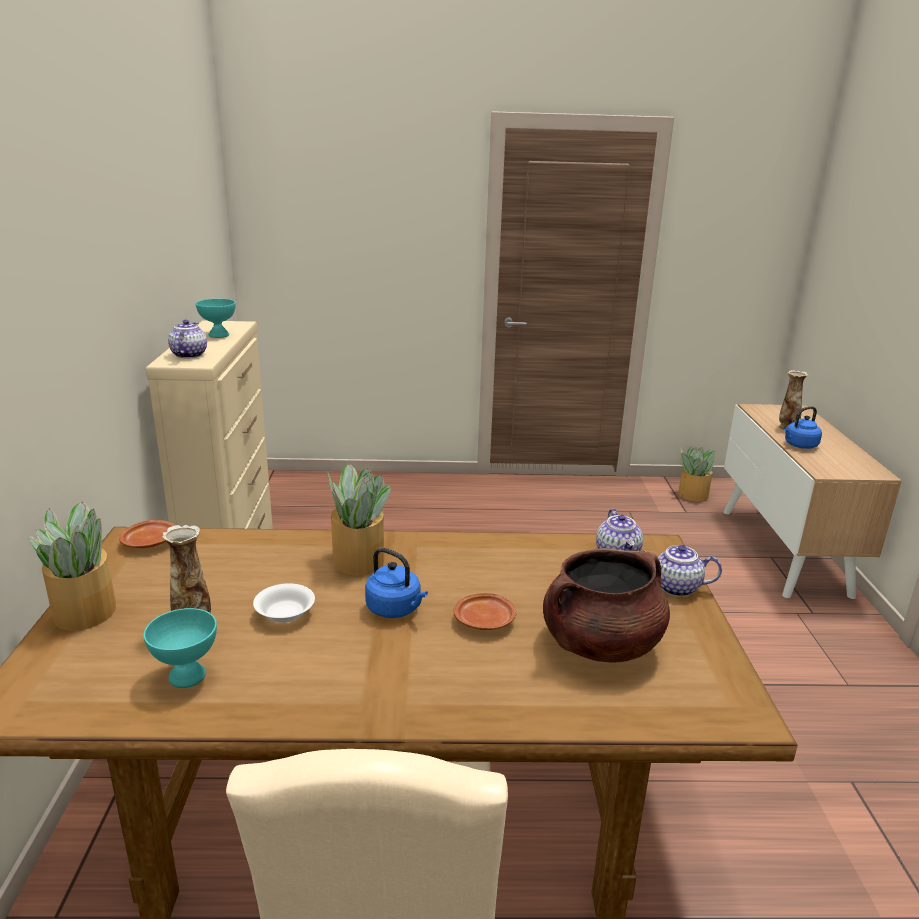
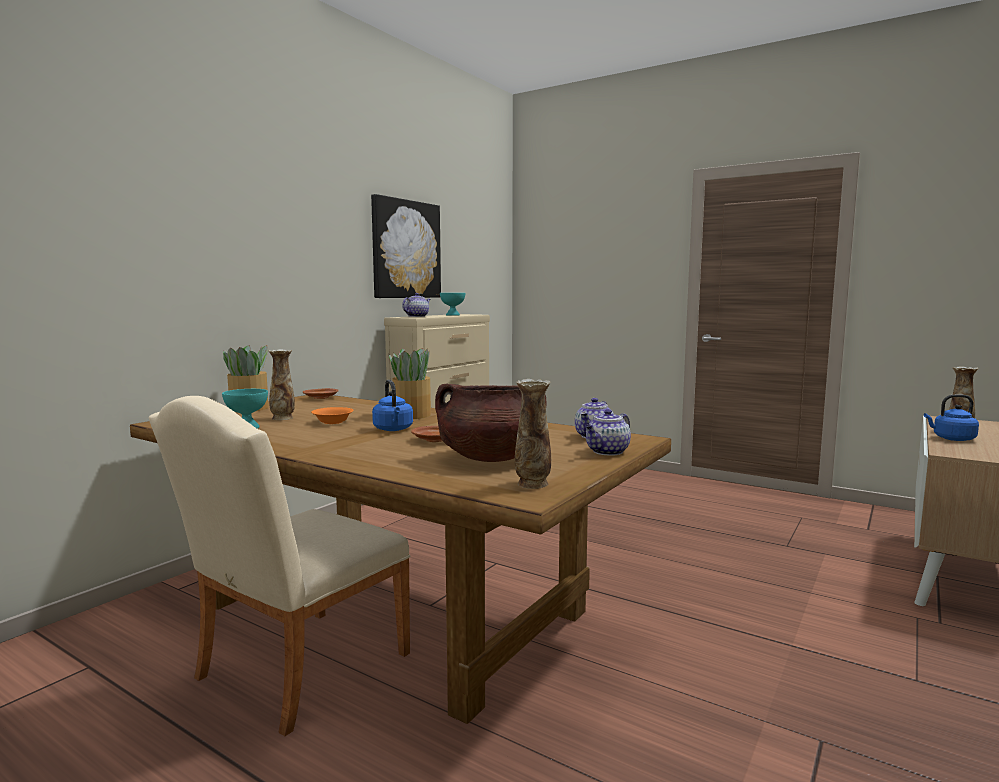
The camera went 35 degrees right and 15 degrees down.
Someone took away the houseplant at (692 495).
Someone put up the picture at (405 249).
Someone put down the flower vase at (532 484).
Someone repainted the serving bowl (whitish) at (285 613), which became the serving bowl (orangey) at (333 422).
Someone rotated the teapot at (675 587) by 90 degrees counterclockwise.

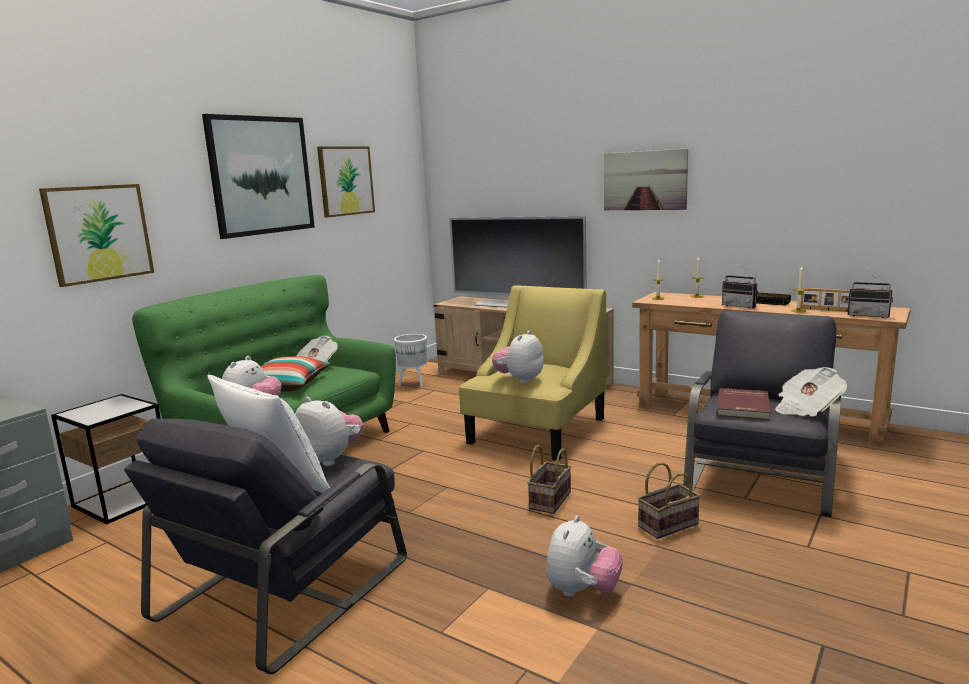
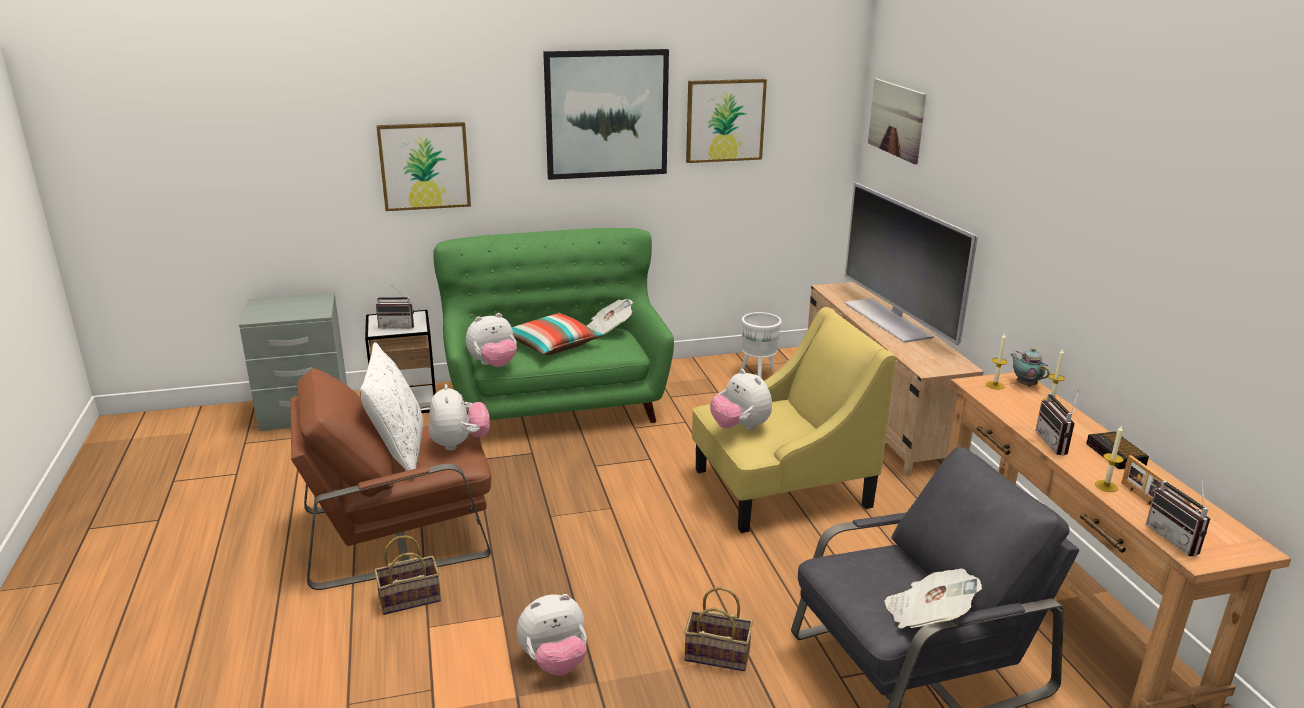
The camera went 40 degrees right and 10 degrees up.
Someone took away the volume (reddish) at (744 406).
Someone put down the radio at (397 326).
Someone put down the teapot at (1025 384).
Someone carried the household basket from (549 499) to (411 598).
Someone carried the picture from (644 180) to (896 119).
Someone repainted the lounge chair (greyish) at (286 586), which became the lounge chair (brown) at (398 532).
Someone rotated the soft toy at (519 380) by 105 degrees counterclockwise.

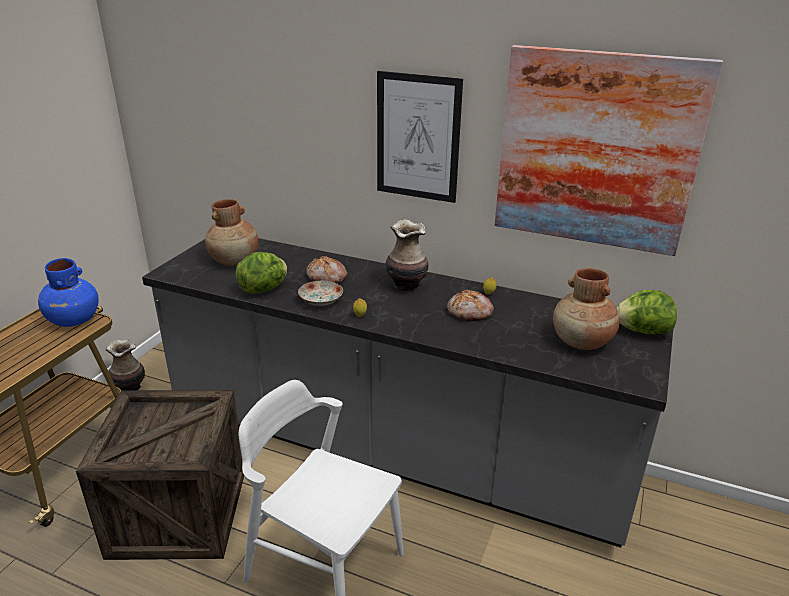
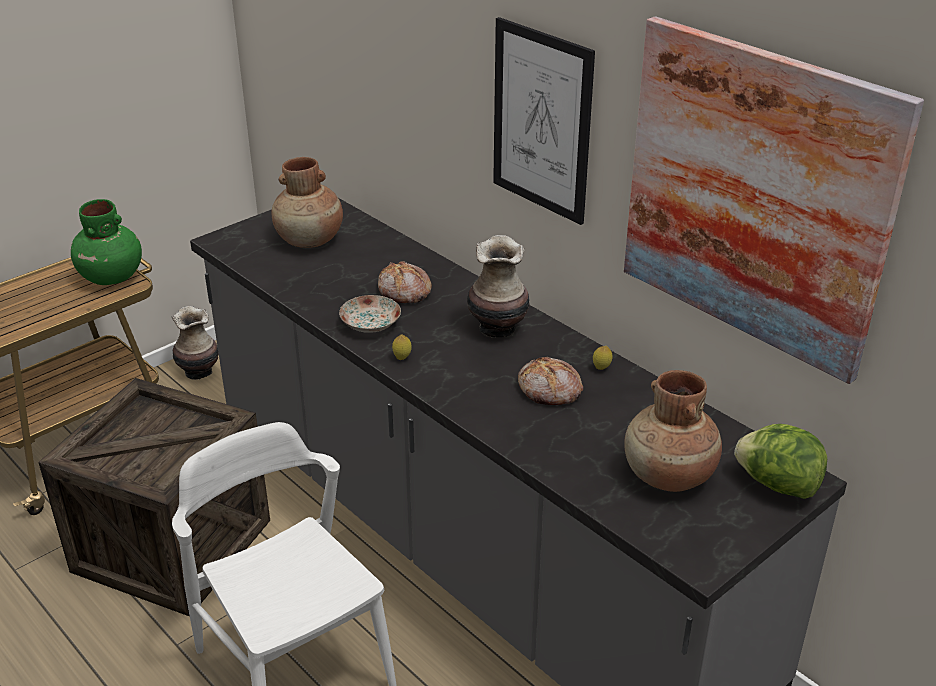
The camera went 25 degrees right and 5 degrees up.
Someone took away the head of lettuce at (264 289).
Someone repainted the flower vase (blue-coloured) at (73 320), which became the flower vase (green) at (111 276).

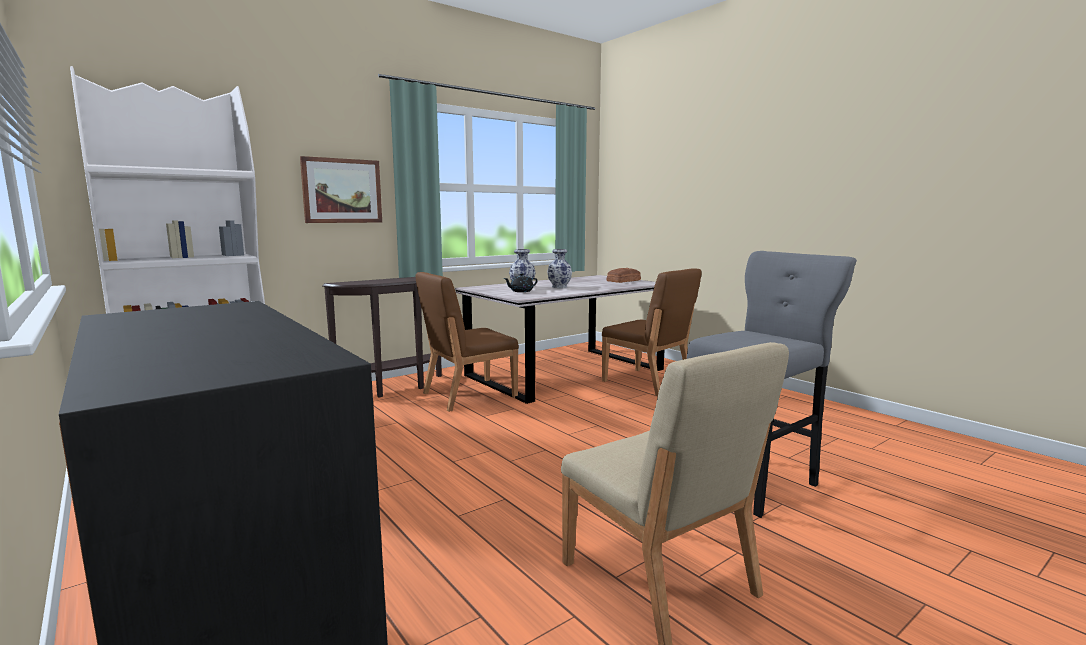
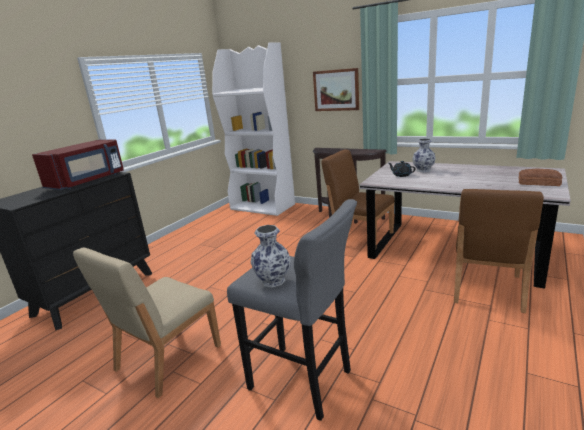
The camera went 70 degrees right and 10 degrees up.
Someone put down the microwave (reddish) at (88 181).
Someone carried the flower vase from (559 287) to (272 280).

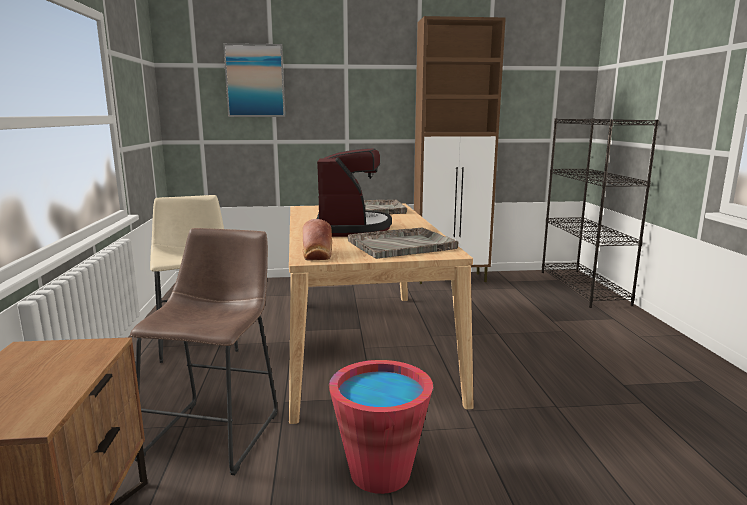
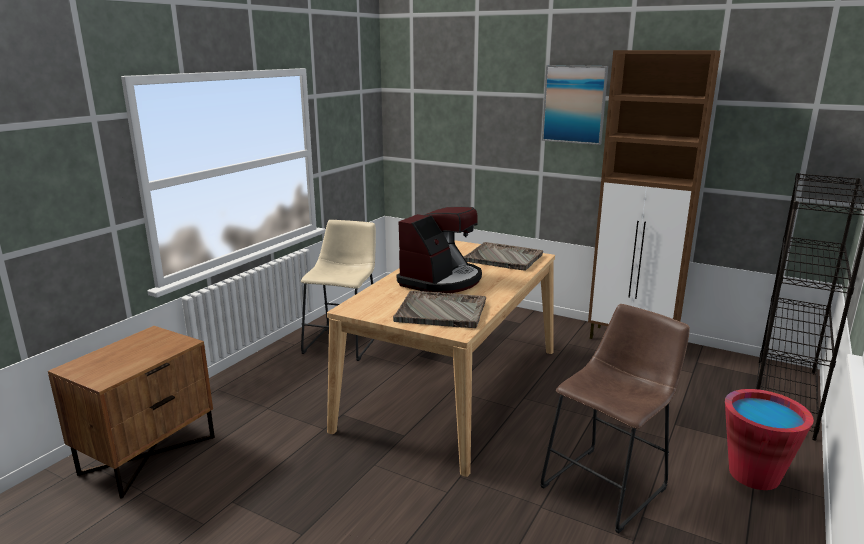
The camera went 35 degrees right and 5 degrees up.
Someone took away the bread at (317 254).
Someone carried the sitting stool (brown) from (216 431) to (608 484).
Someone carried the picture from (255 81) to (574 104).
Someone carried the water bucket (reddish) from (380 472) to (754 475).

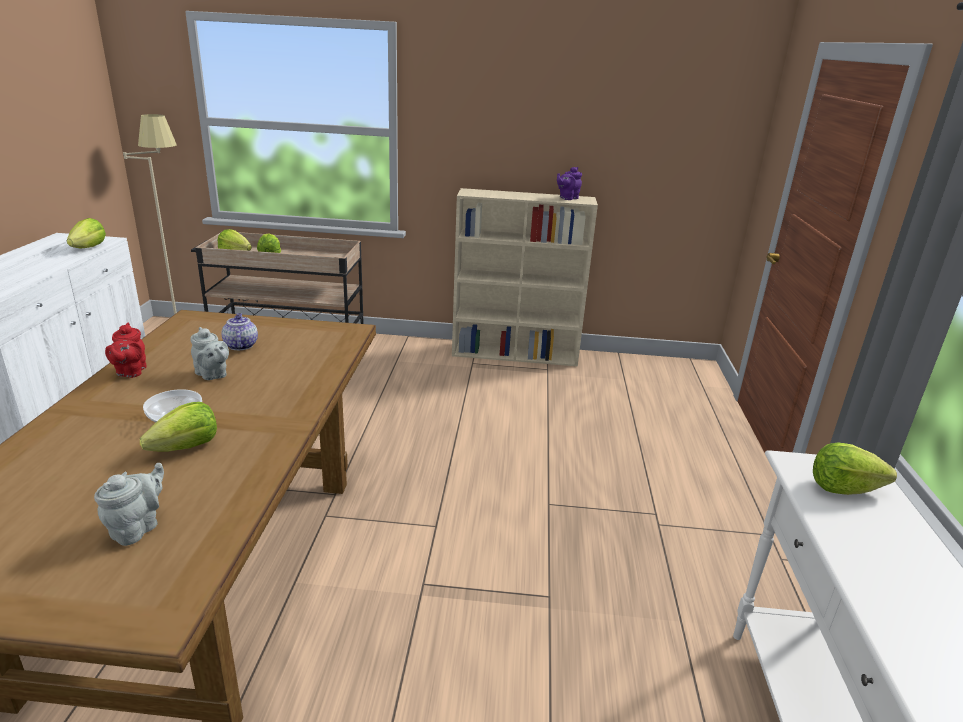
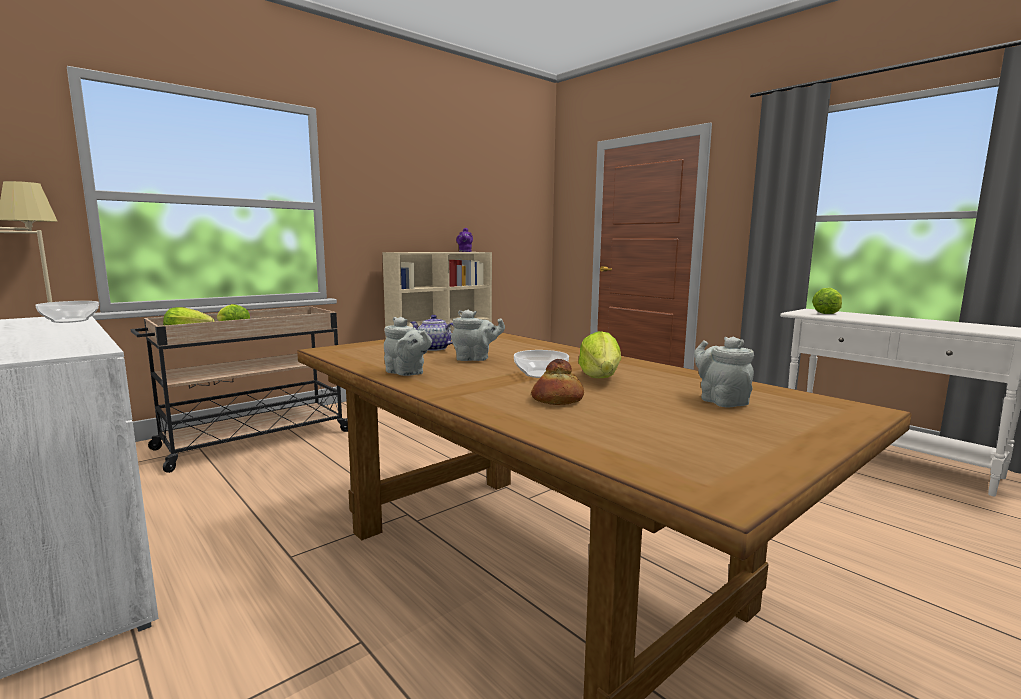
The camera went 45 degrees left and 15 degrees down.
Someone put down the bread at (558 400).
Someone swapped the head of lettuce at (89 248) for the serving bowl at (71 320).
Someone repainted the teapot (reddish) at (130 372), which became the teapot (greyish) at (407 373).

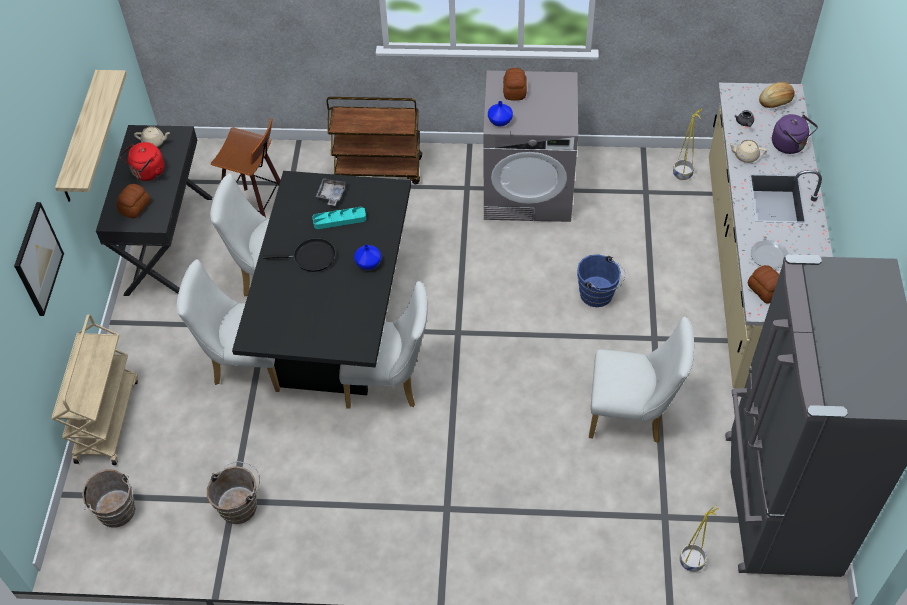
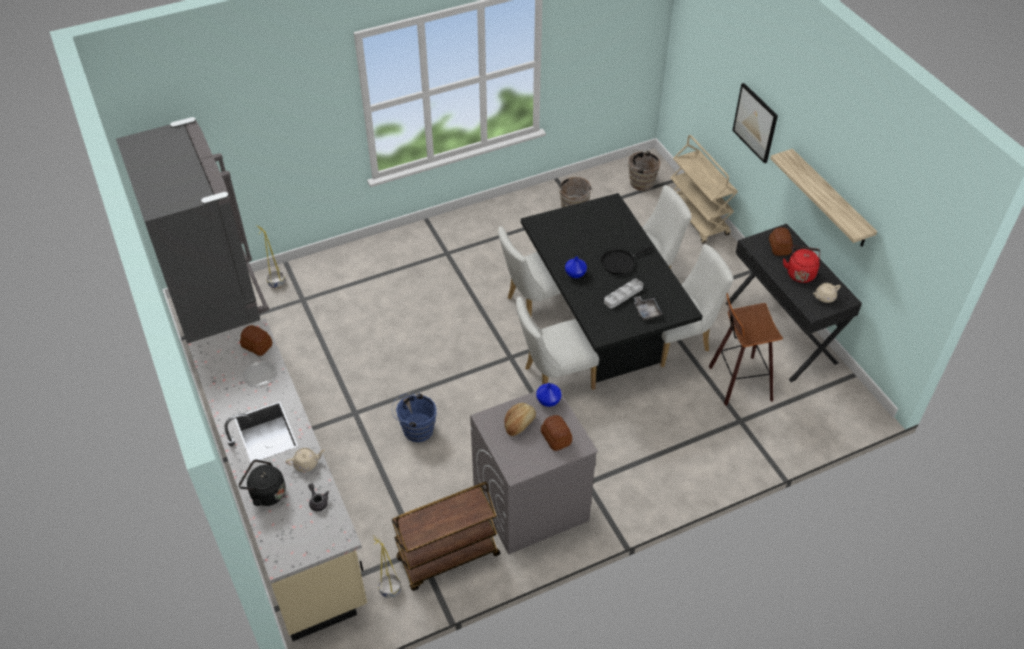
The camera went 150 degrees right and 5 degrees down.
Someone carried the wheeled cart (brown) from (378 170) to (448 558).
Someone carried the chair (whitish) from (632 415) to (553 379).
Someone carried the bread from (776 101) to (519 423).
Someone repainted the carrying tray (blue-green) at (339 220), which became the carrying tray (greyish) at (623 295).
Someone repainted the water kettle (purple) at (790 145), which became the water kettle (blackish) at (266 493).

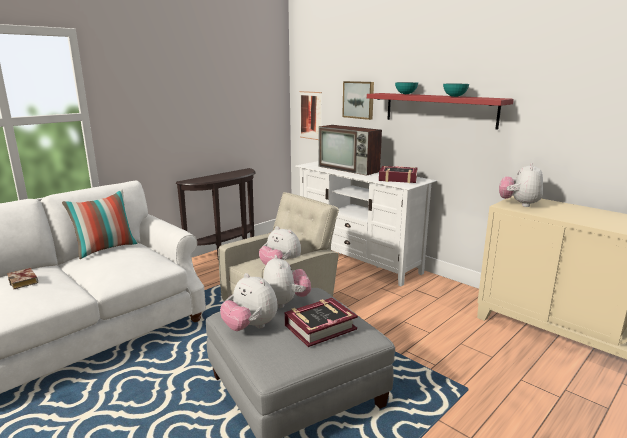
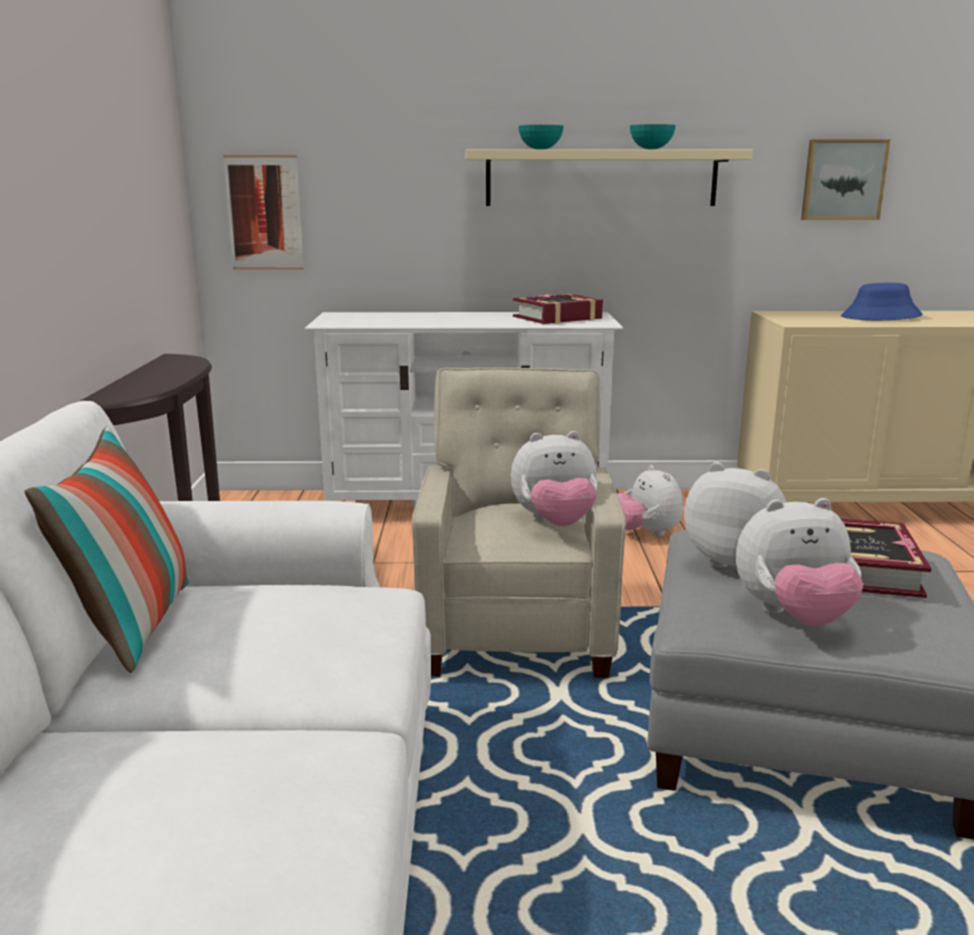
The camera went 45 degrees left and 0 degrees up.
Someone took away the volume at (24 281).
Someone took away the television at (349 169).
Someone put down the hat (blue-coloured) at (881 317).
Someone carried the picture from (359 100) to (843 180).
Someone carried the soft toy from (519 204) to (646 533).
Someone repainted the bracket shelf (reddish) at (439 109), which became the bracket shelf (beige) at (601 178).

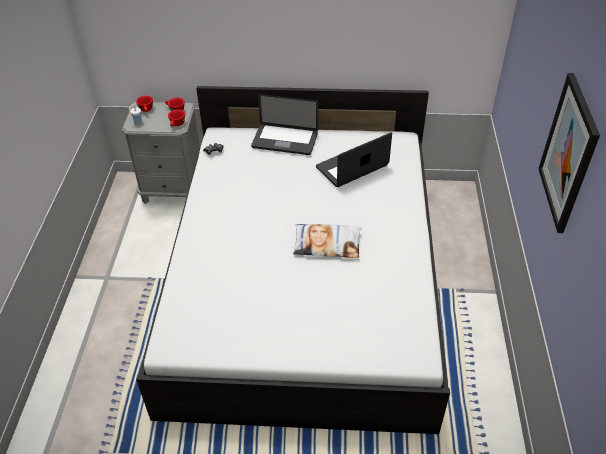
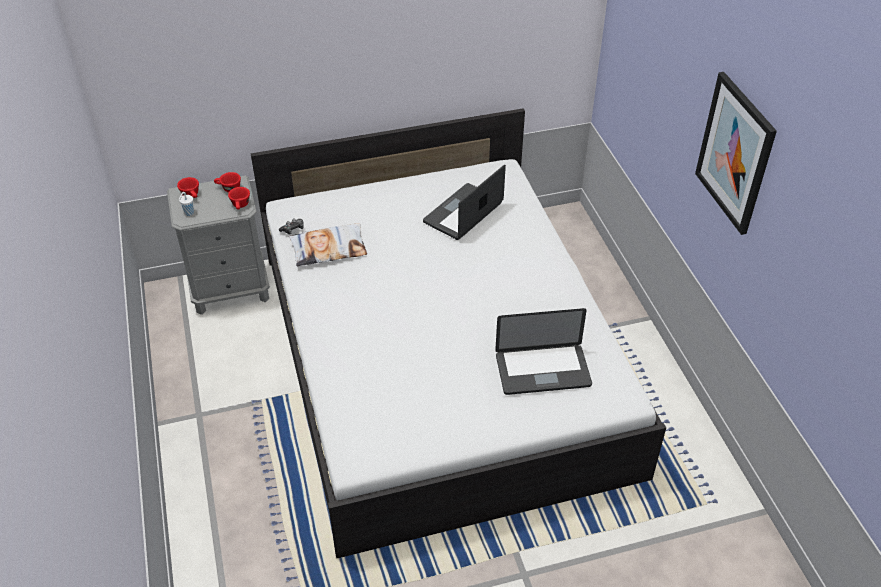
The camera went 20 degrees left and 0 degrees up.
Someone carried the portable computer from (285 140) to (542 370).
Someone carried the throw pillow from (327 244) to (329 249).

